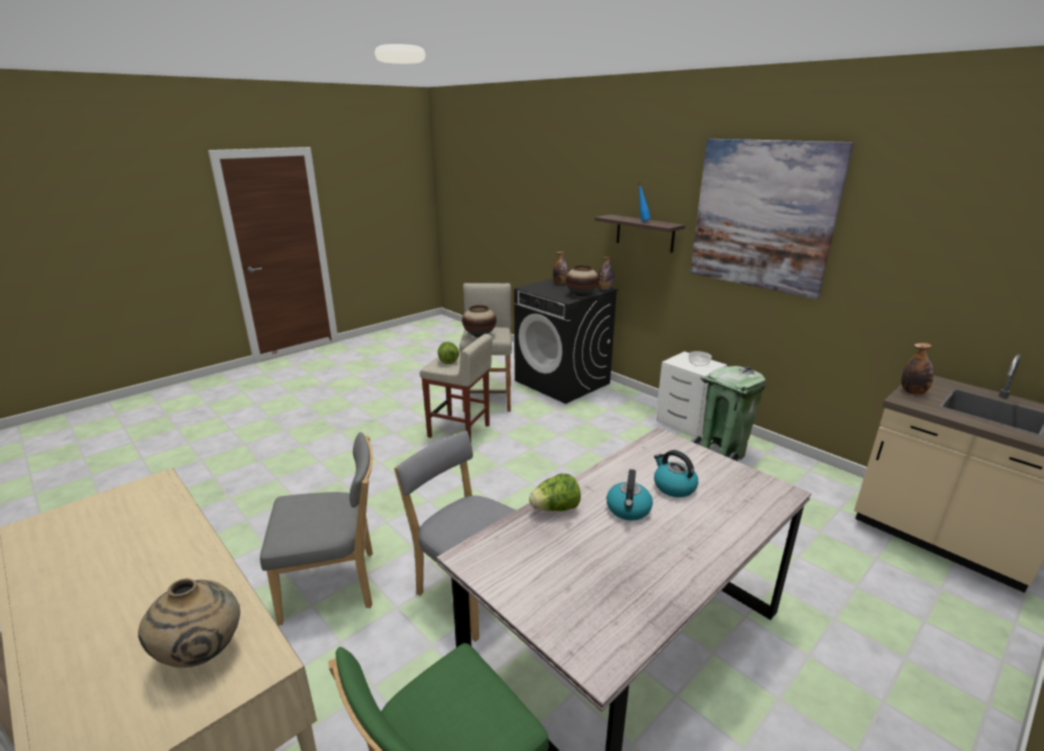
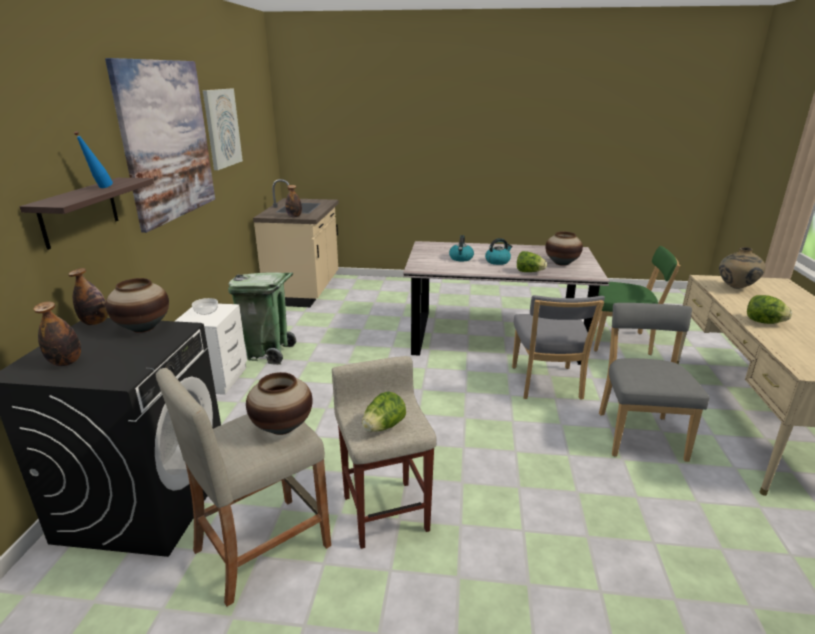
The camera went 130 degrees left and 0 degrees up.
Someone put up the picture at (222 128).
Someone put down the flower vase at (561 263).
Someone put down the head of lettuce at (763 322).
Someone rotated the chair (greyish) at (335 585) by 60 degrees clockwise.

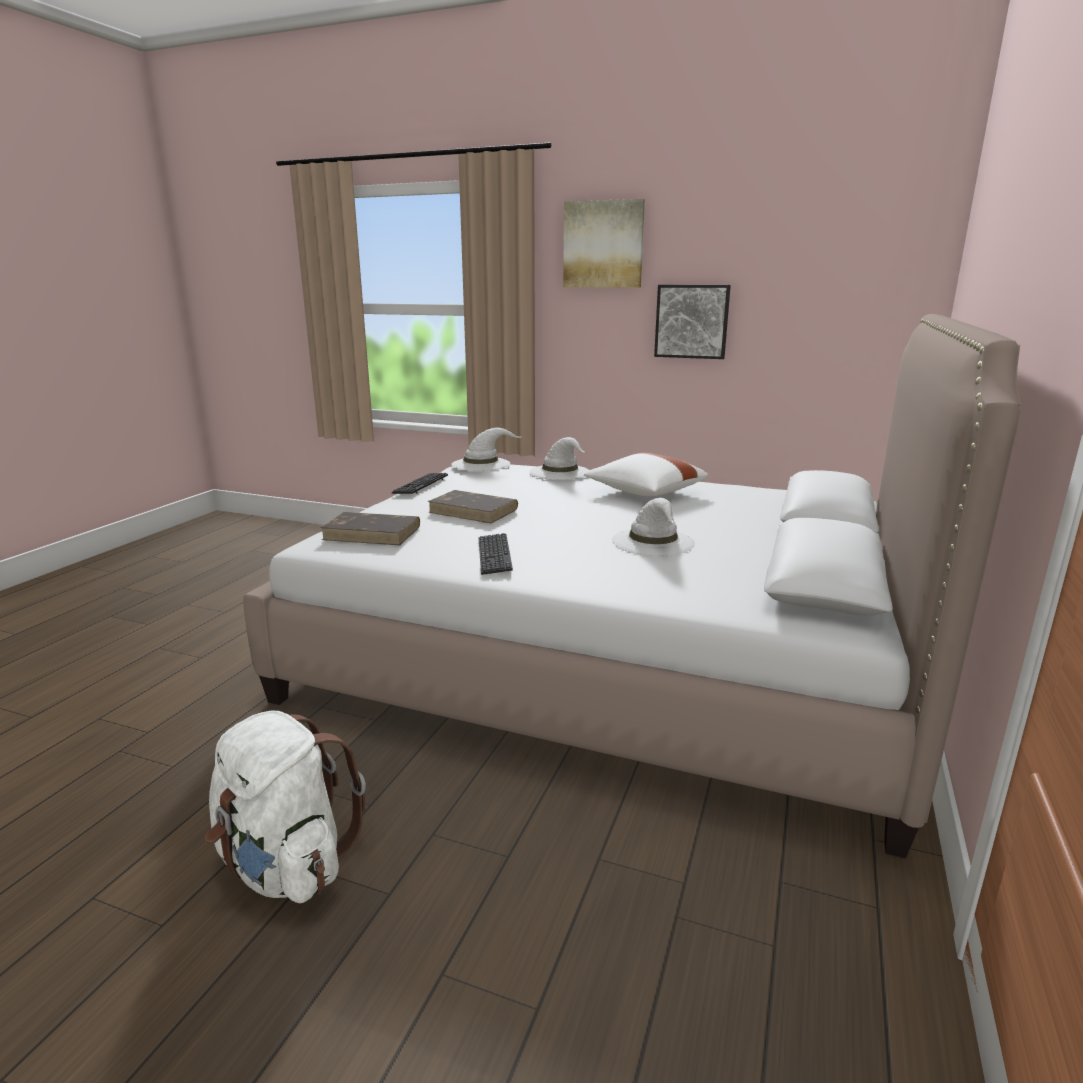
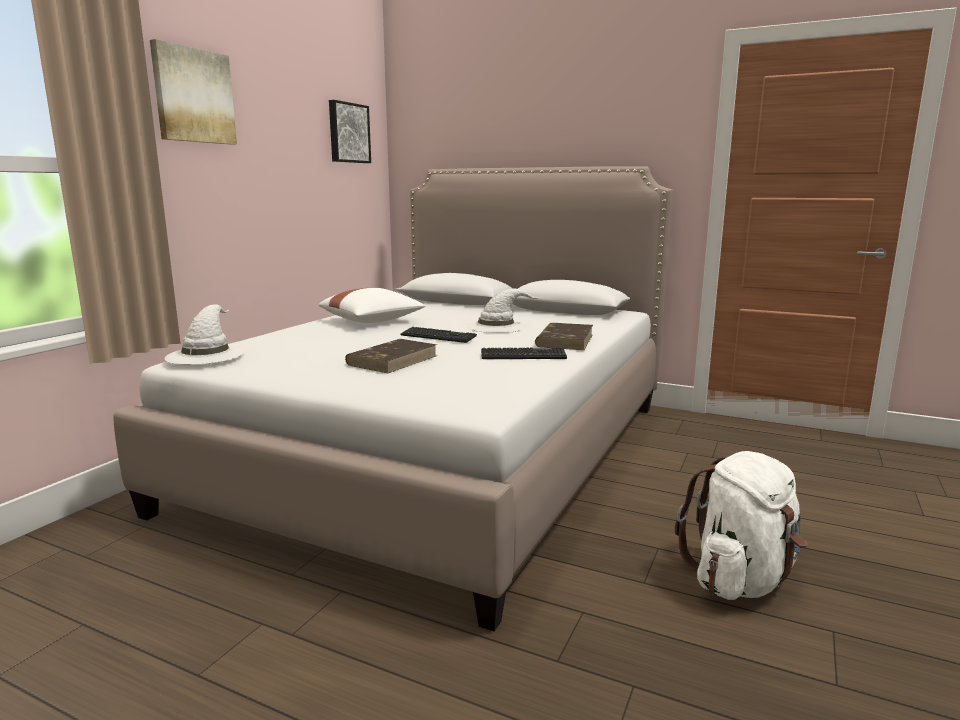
The camera went 85 degrees left and 5 degrees down.
Someone took away the hat (whitish) at (560 472).
Someone carried the volume (brown) from (373 533) to (564 340).
Someone carried the keyboard from (421 485) to (438 336).
Someone carried the picture from (692 321) to (348 133).

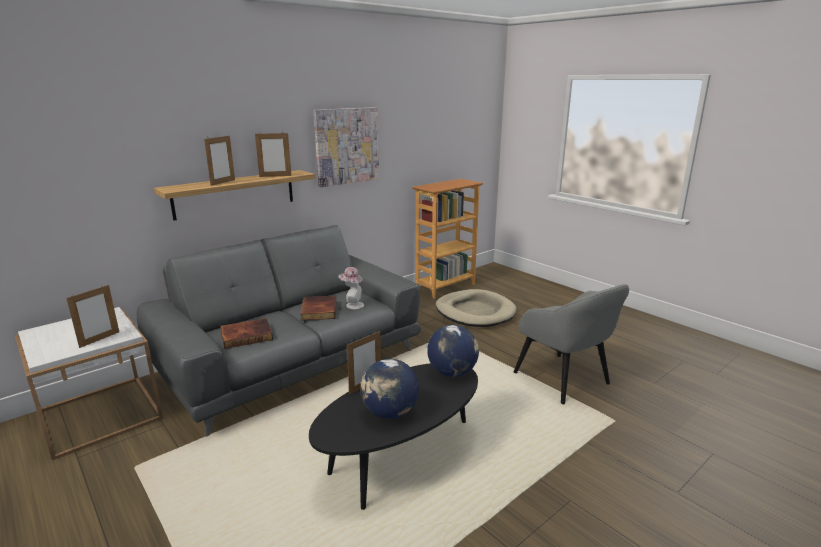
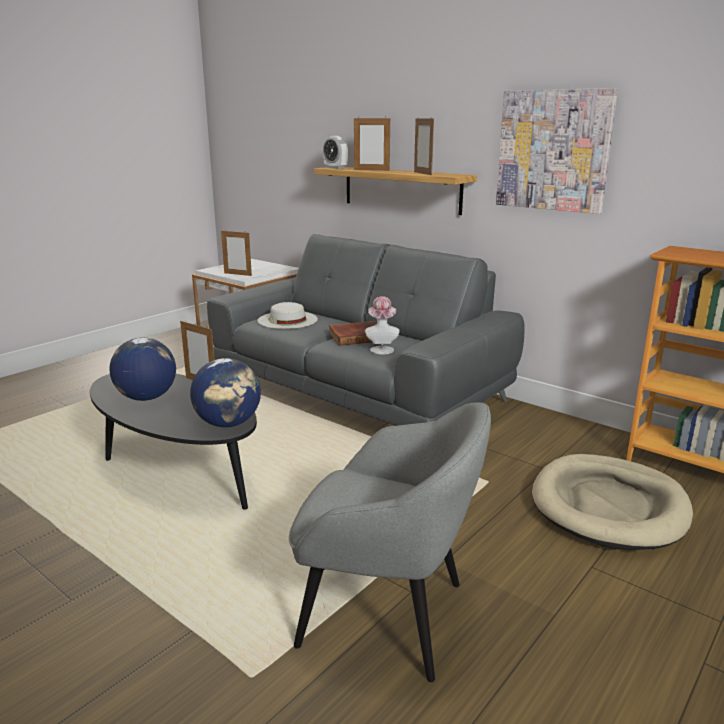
The camera went 80 degrees right and 0 degrees up.
Someone put down the table clock at (335 168).
Someone swapped the volume at (247 335) for the hat (whitish) at (287 320).
Someone rotated the lounge chair (greyish) at (562 379) by 120 degrees counterclockwise.

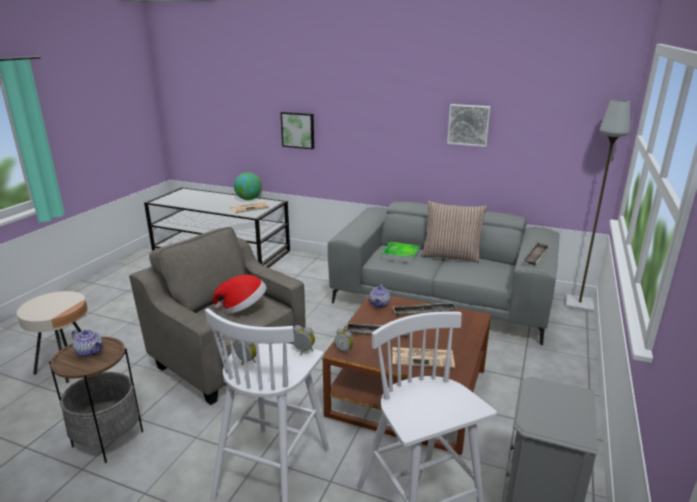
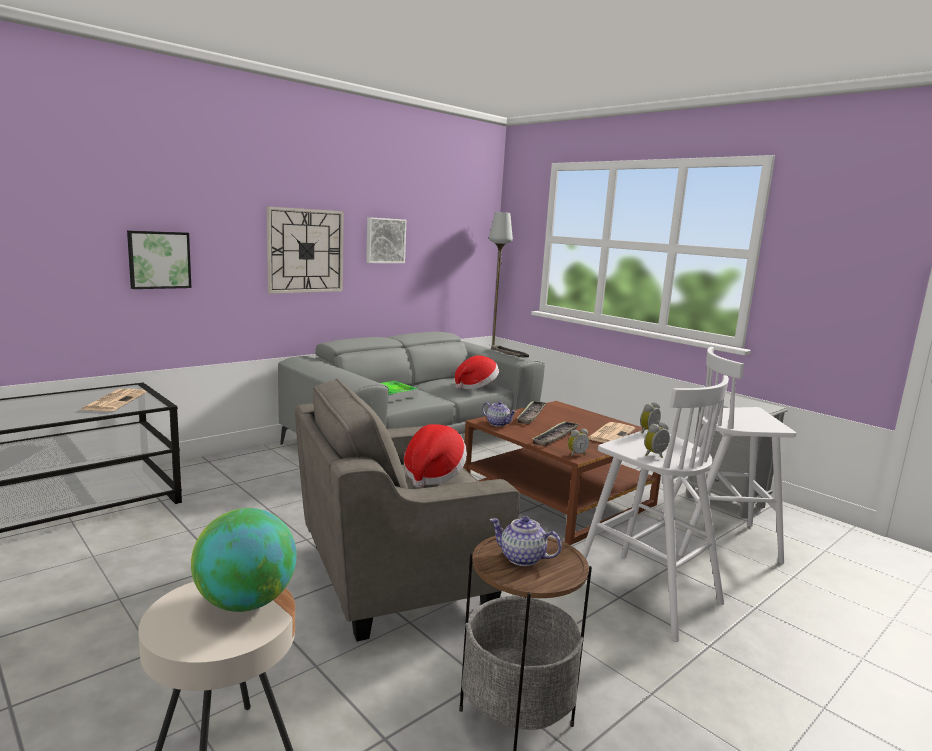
The camera went 65 degrees left and 10 degrees down.
Someone took away the throw pillow at (451 256).
Someone put up the wall clock at (305 251).
Someone put down the hat at (476 386).
Someone carried the desk globe from (248 199) to (245 602).
Someone rotated the teapot at (90 352) by 120 degrees counterclockwise.

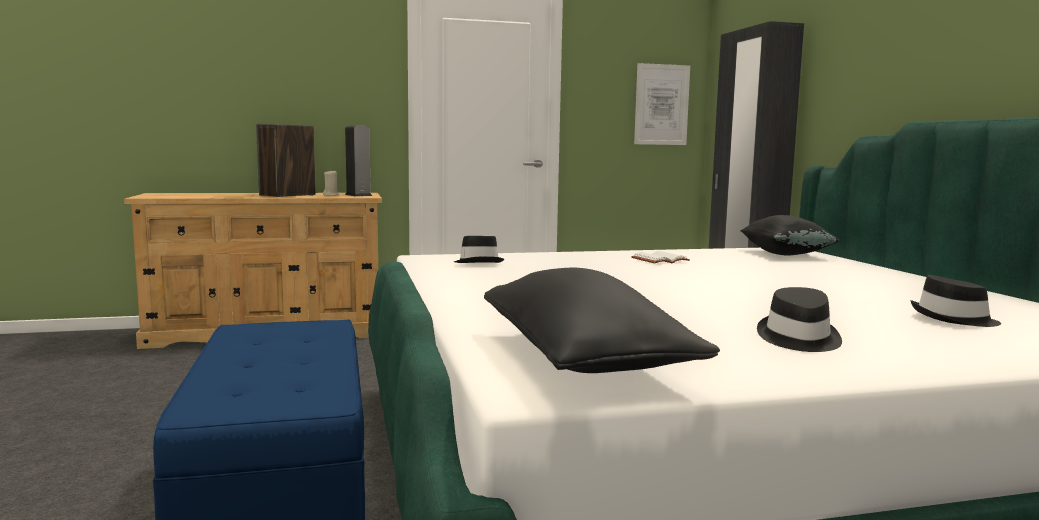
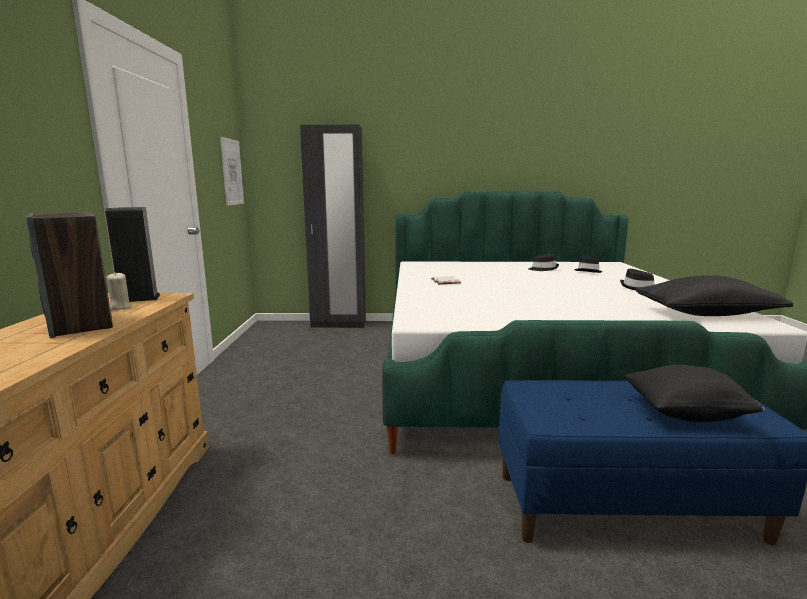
The camera went 75 degrees left and 5 degrees up.
Someone carried the hat (blackish) from (478 262) to (543 269).
Someone carried the throw pillow (blackish) from (785 254) to (685 413).

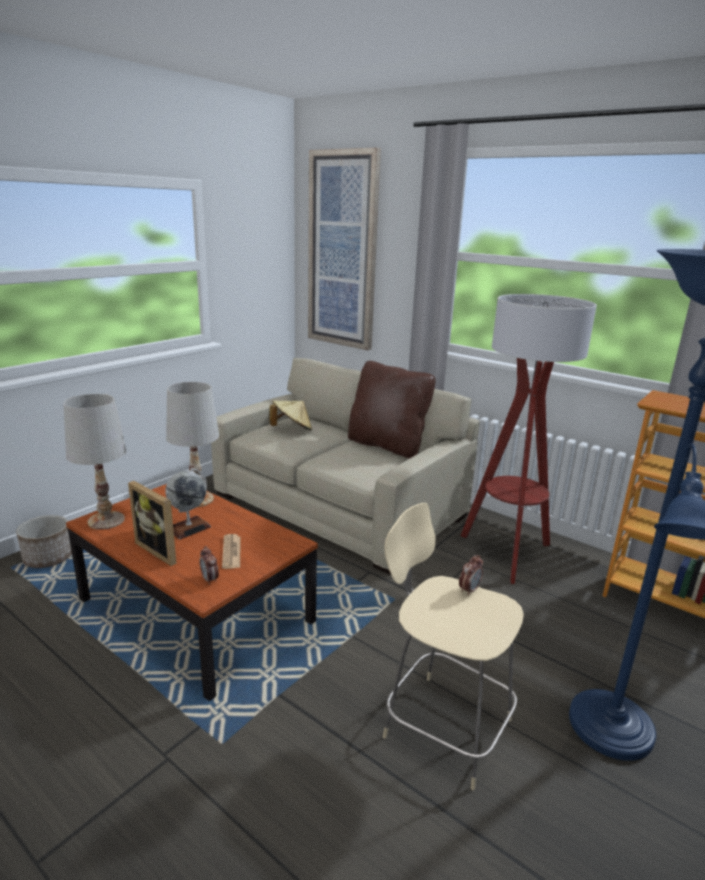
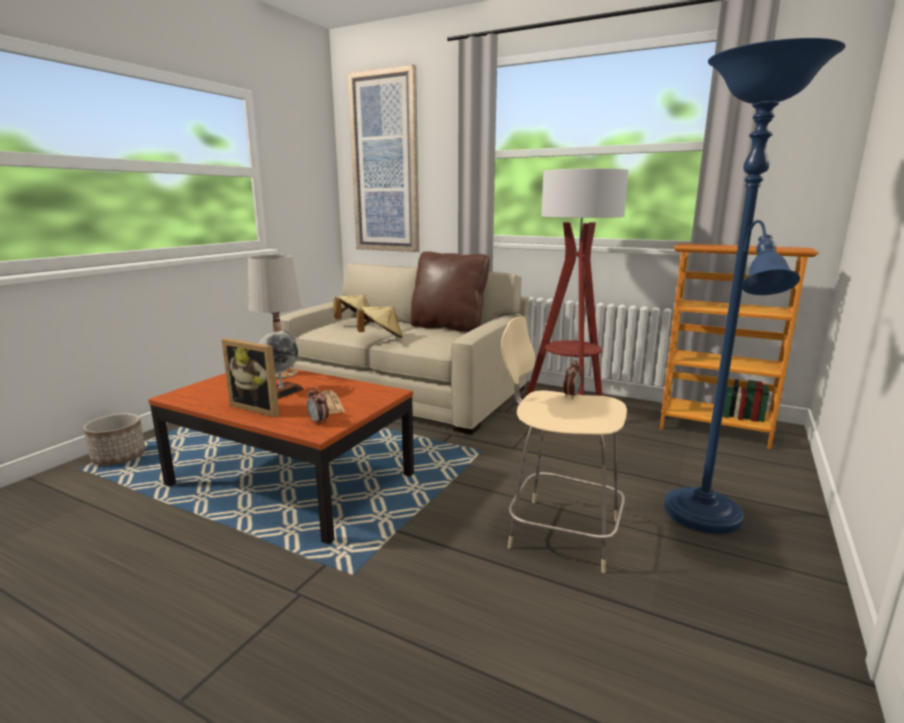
The camera went 10 degrees left and 5 degrees down.
Someone took away the lamp for a table (whitish) at (106 520).
Someone put down the hat (beige) at (381 338).

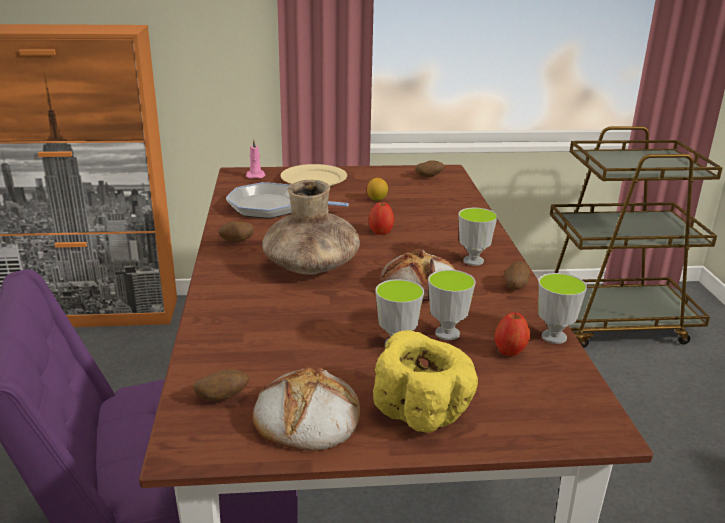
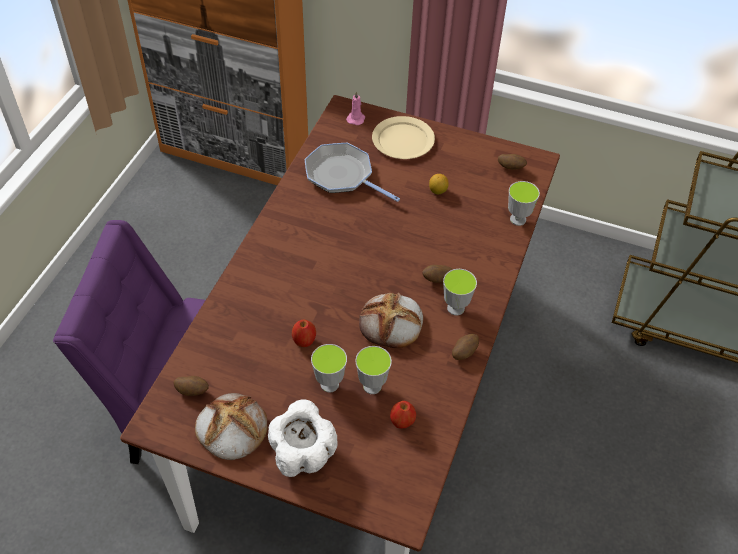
The camera went 25 degrees right and 25 degrees up.
Someone took away the flower vase (brown) at (311 267).
Someone carried the spud from (237 242) to (437 280).
Someone carried the apple from (381 232) to (304 341).
Someone carried the cup from (554 337) to (518 219).
Someone repainted the serving bowl (yellow-coloured) at (423 411), which became the serving bowl (whitish) at (303 453).

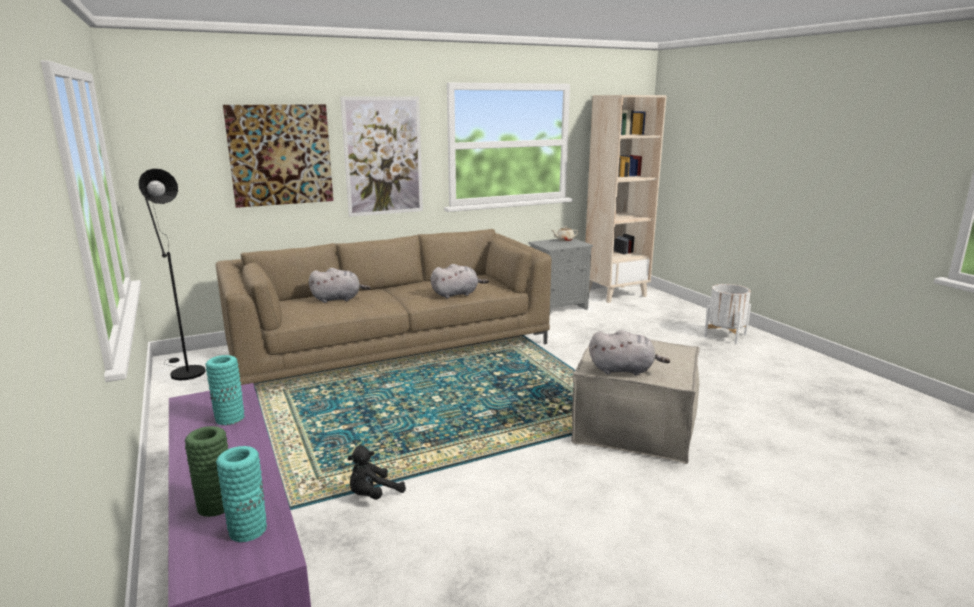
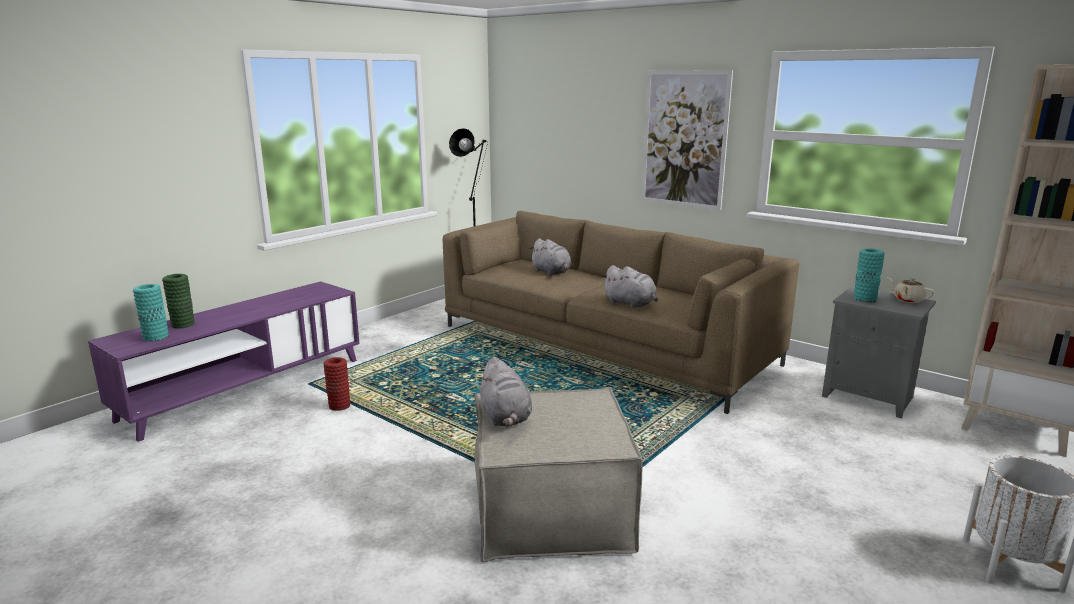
The camera went 65 degrees right and 0 degrees up.
Someone took away the picture at (280 155).
Someone carried the flower vase (blue-green) from (229 418) to (864 299).
Someone swapped the soft toy (blackish) at (373 495) for the flower vase (reddish) at (339 406).

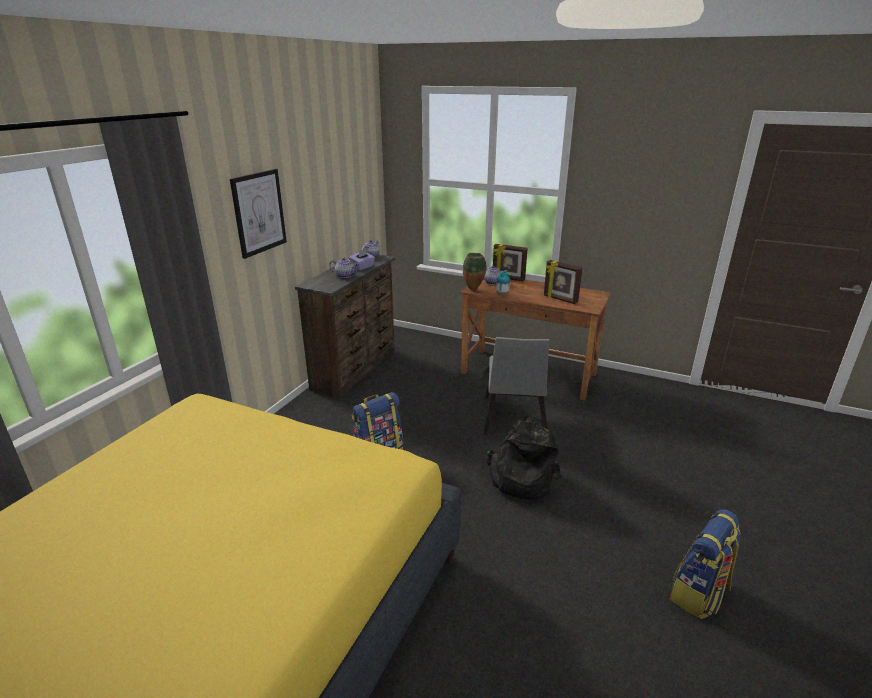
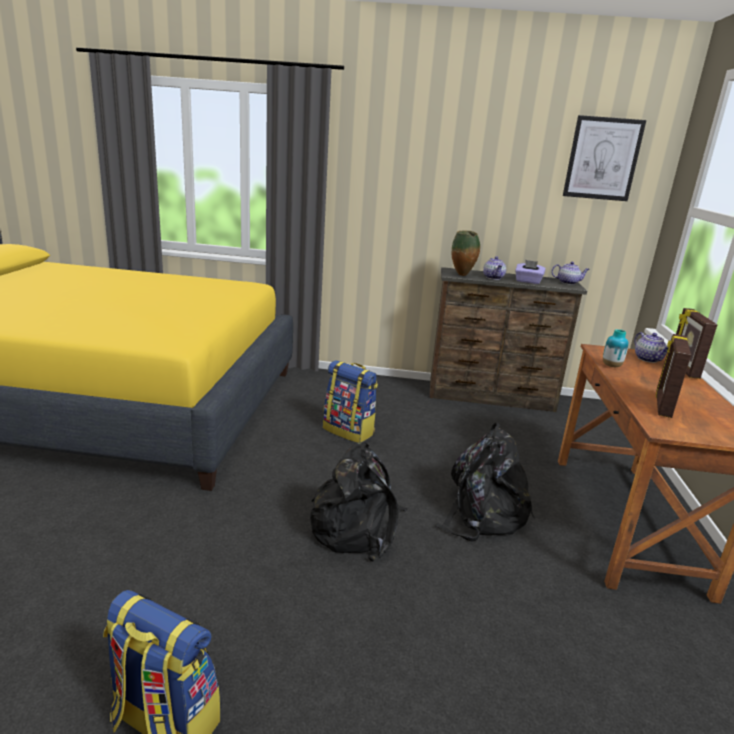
The camera went 70 degrees right and 5 degrees down.
Someone carried the picture from (259 212) to (602 159).
Someone carried the flower vase from (474 289) to (462 275).
Someone swapped the chair (greyish) at (513 420) for the knapsack (blackish) at (482 514).

